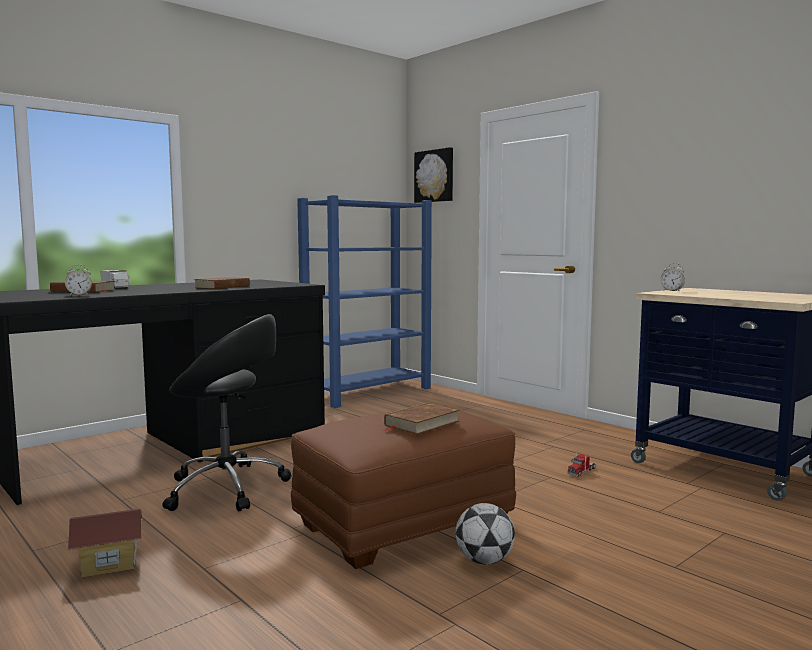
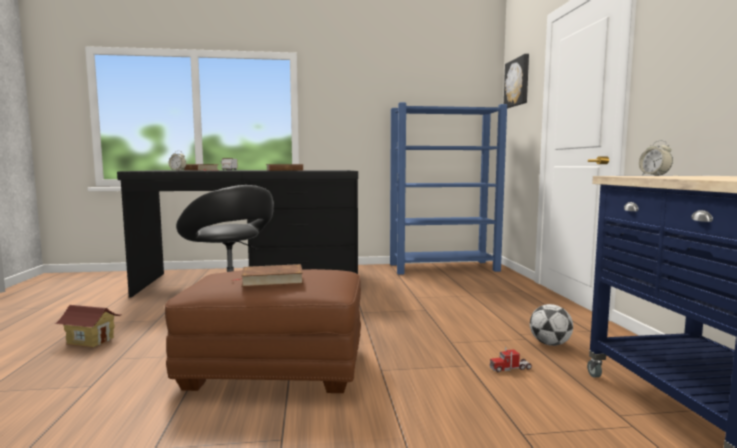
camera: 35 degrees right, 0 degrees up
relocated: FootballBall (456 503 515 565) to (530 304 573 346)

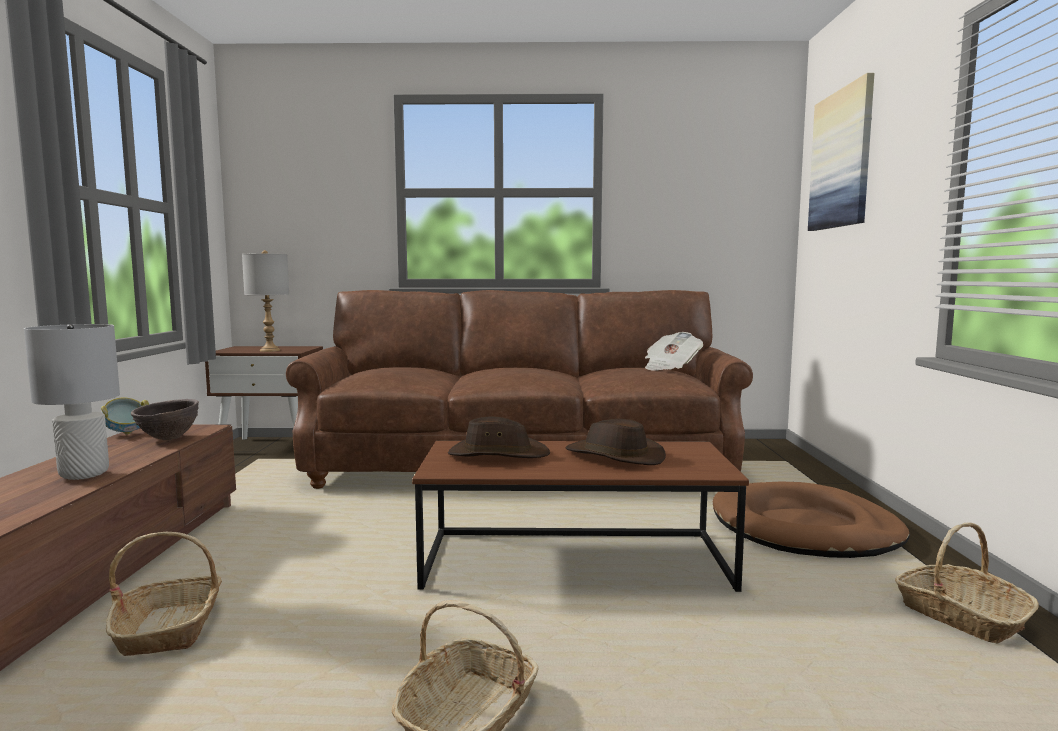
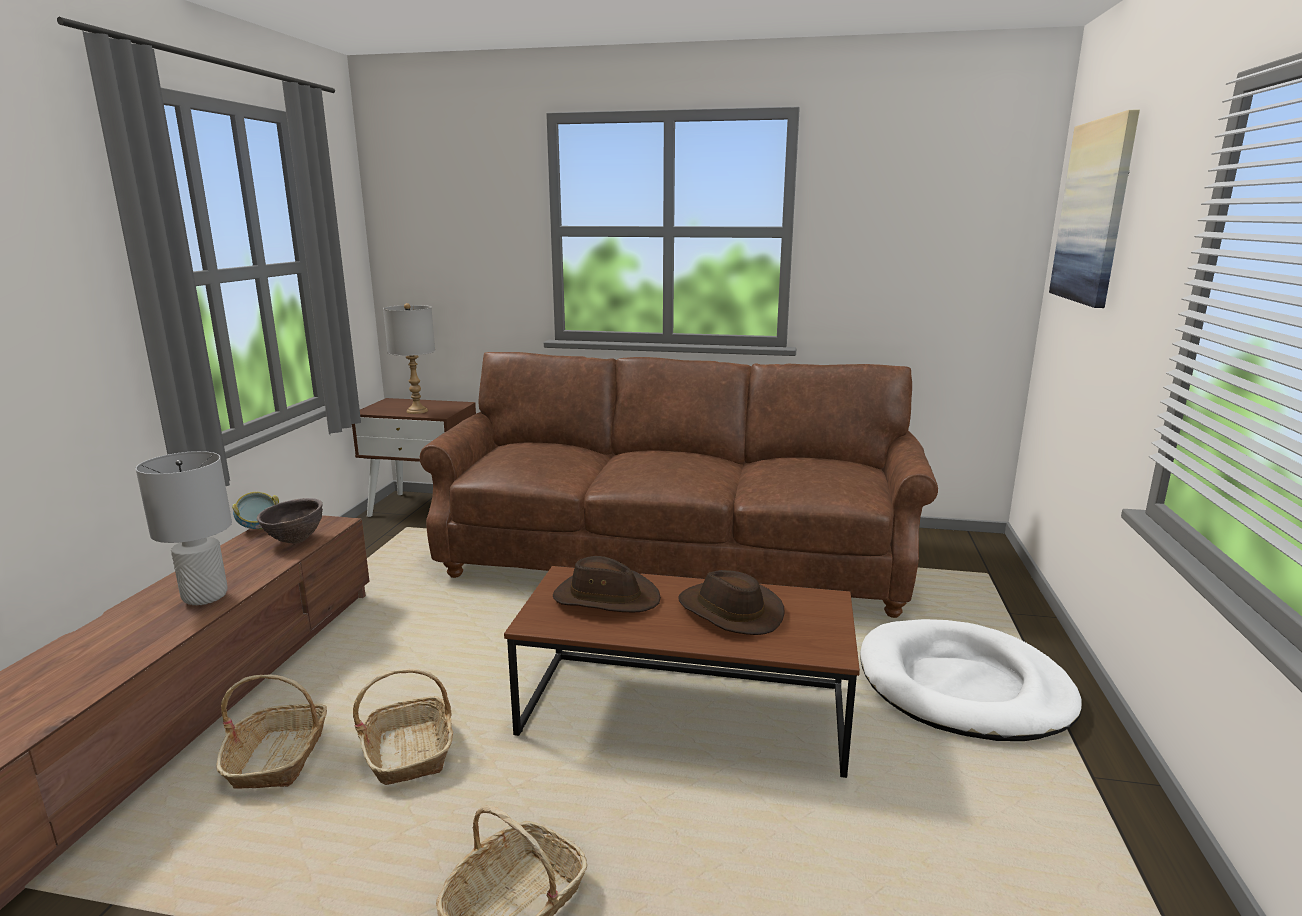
camera: 10 degrees right, 10 degrees up
missing: DailyPaper (645 332 704 371)
relocated: Basket (895 522 1039 644) to (353 669 453 785)
colour: BrownishDogBed (713 481 910 558) to WhiteColouredDogBed (860 619 1082 741)

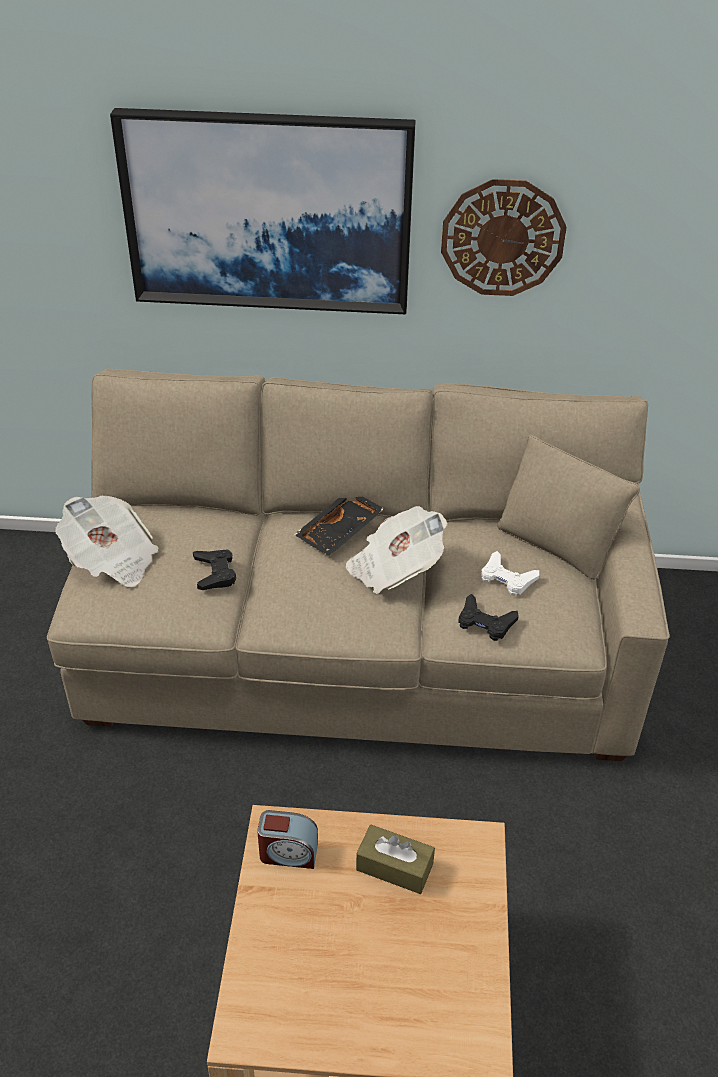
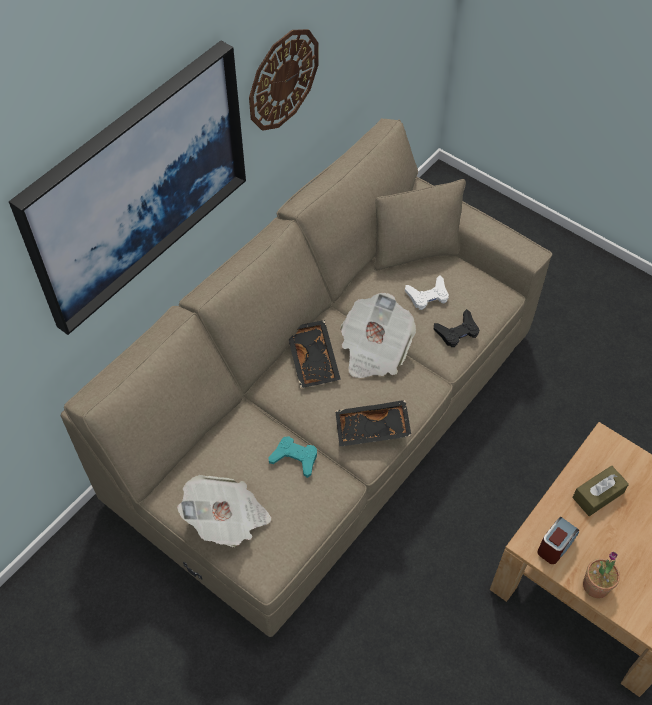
camera: 55 degrees left, 15 degrees up
appeared: BlackColouredServingTray (335 400 411 447); PottedPlant (583 552 620 598)
colour: BlackColouredGamepad (193 549 236 590) to TurquoiseGamepad (268 436 317 478)

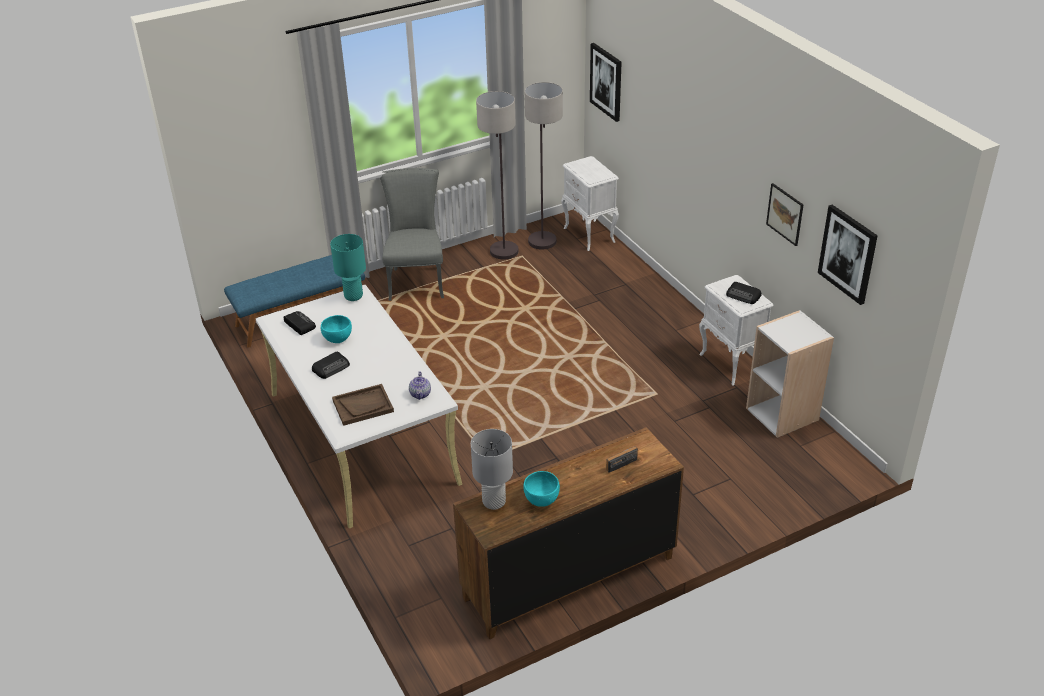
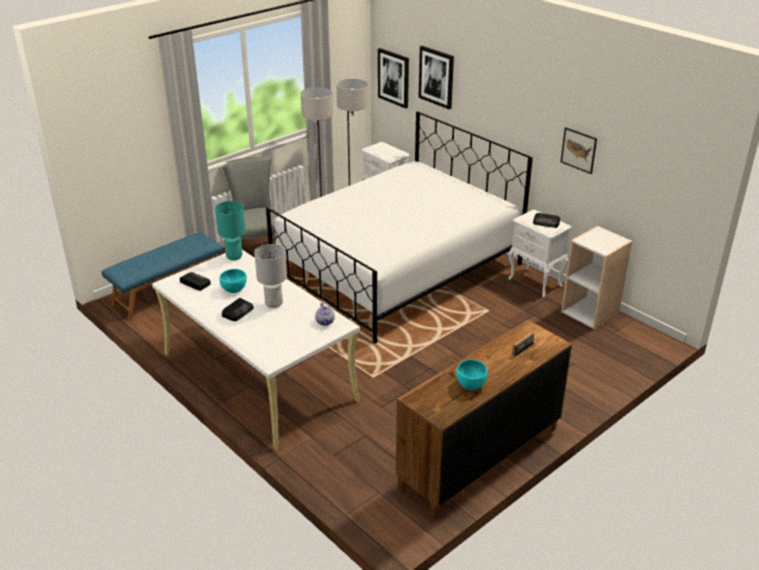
camera: 15 degrees left, 5 degrees down
missing: BrownishServingTray (332 384 394 426)
appeared: WhiteColouredBedroomBed (266 111 533 344)
relocated: WallPicture (818 205 878 305) to (418 46 454 109); GrayLampForATable (471 429 513 510) to (254 244 287 308)

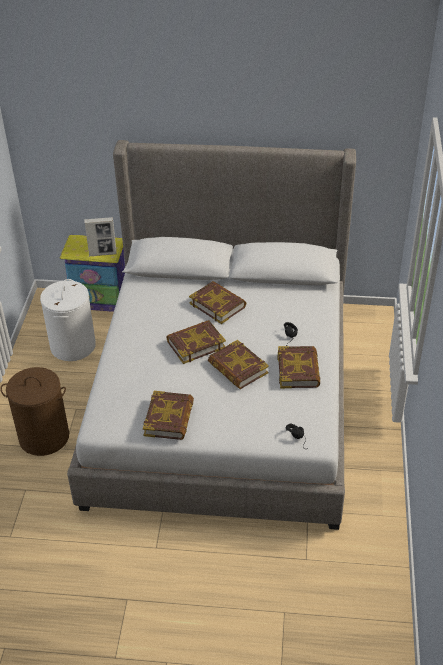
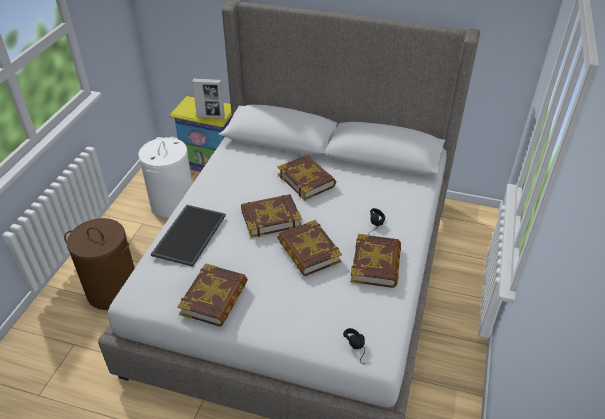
camera: 10 degrees right, 0 degrees up
appeared: ServingTray (151 205 226 267)

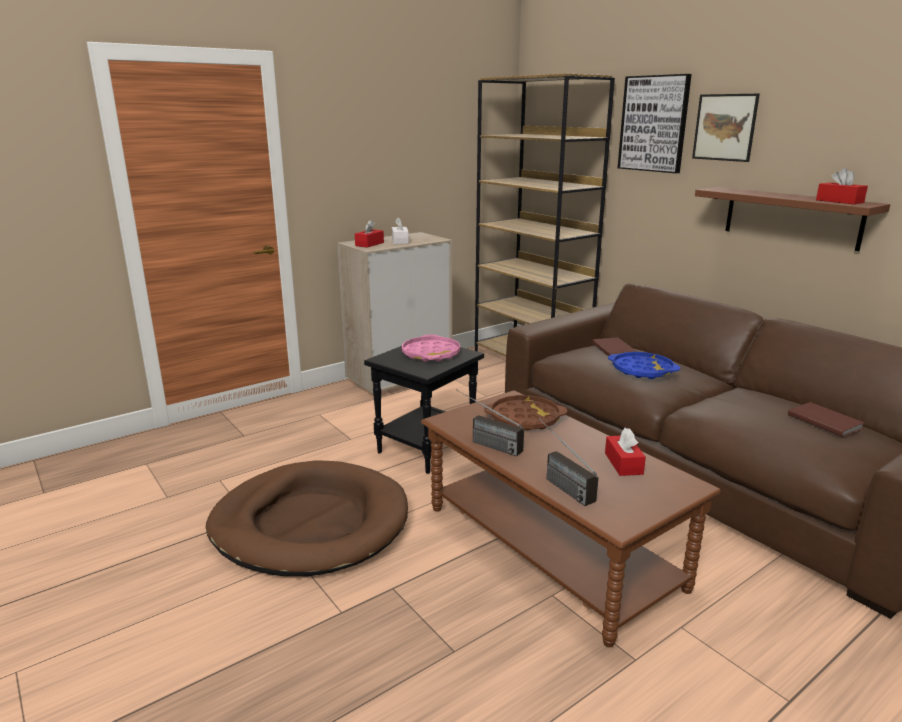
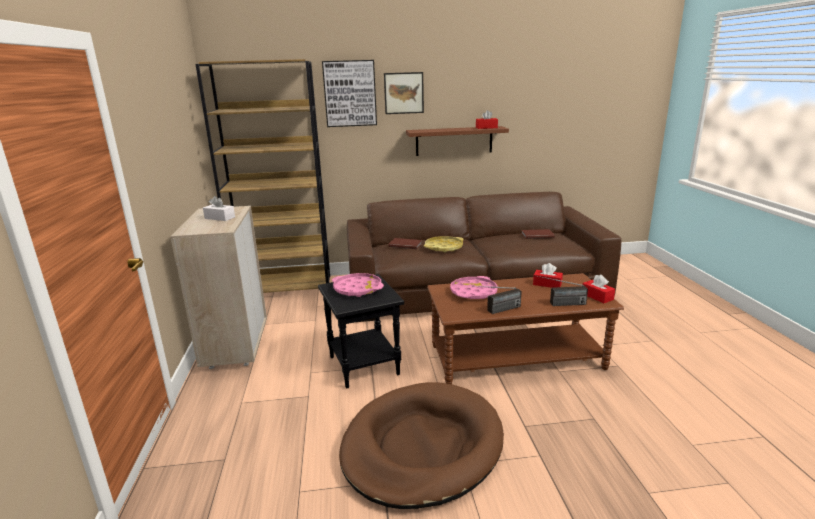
camera: 60 degrees left, 0 degrees up
relocated: ReddishBoxOfTissues (355 220 384 248) to (583 274 615 303)
colour: BlueServingTray (608 352 680 379) to YellowishServingTray (424 236 464 252); BrownishServingTray (484 395 567 430) to PinkServingTray (450 276 498 299)

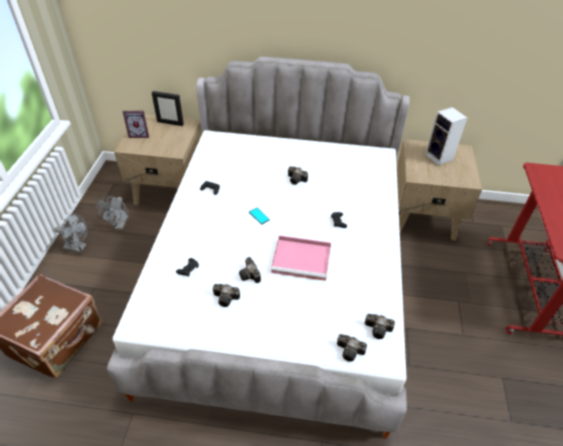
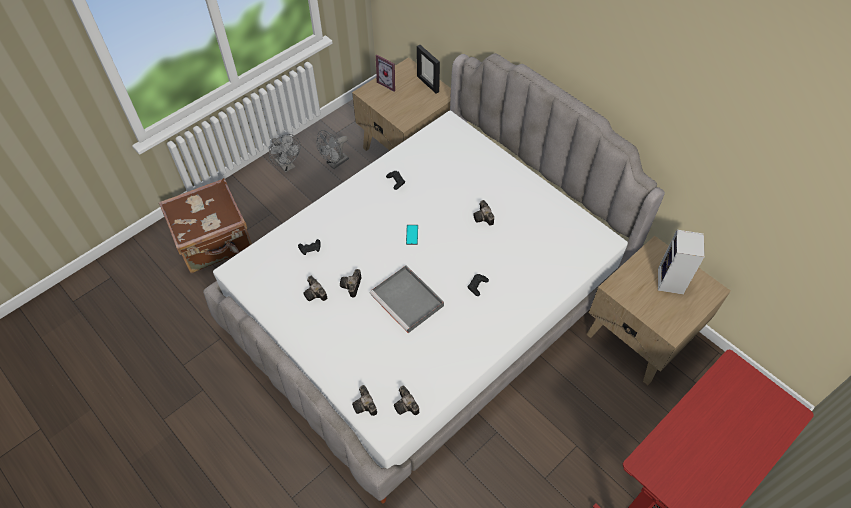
camera: 40 degrees right, 10 degrees up
colour: PinkServingTray (271 235 331 281) to GrayServingTray (370 265 444 333)

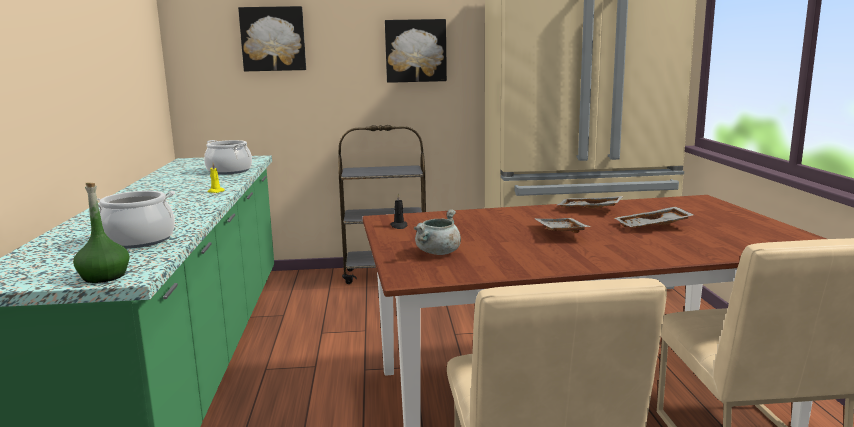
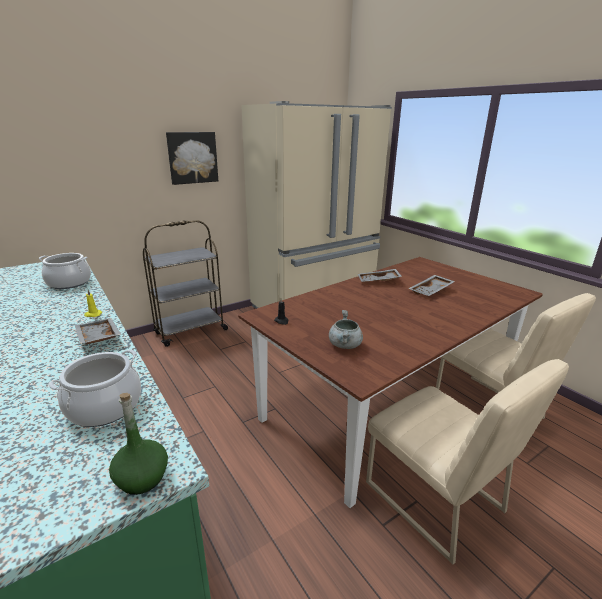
camera: 30 degrees left, 10 degrees up
missing: WallPicture (238 6 306 71)
relocated: GrayServingTray (534 218 591 233) to (75 318 121 344)

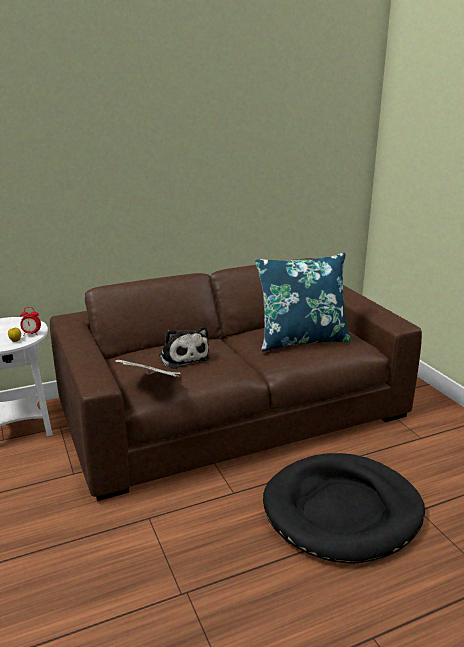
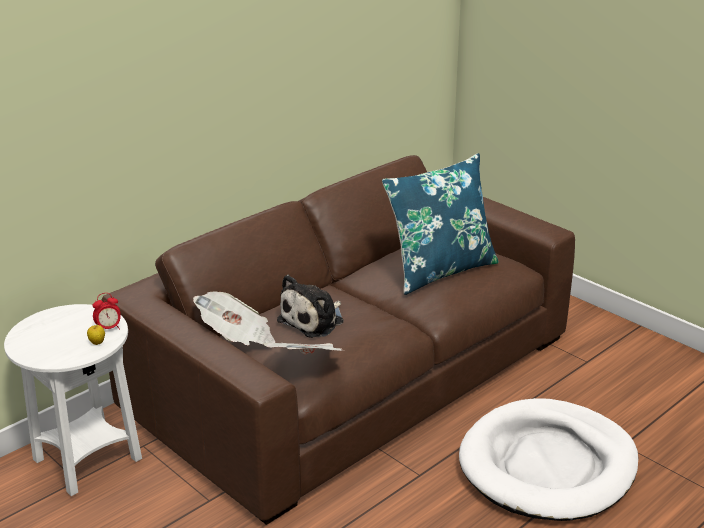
camera: 20 degrees left, 5 degrees up
appeared: DailyPaper (193 292 275 345)
colour: BlackColouredDogBed (263 453 425 564) to WhiteColouredDogBed (459 398 638 521)
spun: SoftToy (159 326 210 369) = (277 275 344 338) 90 degrees clockwise

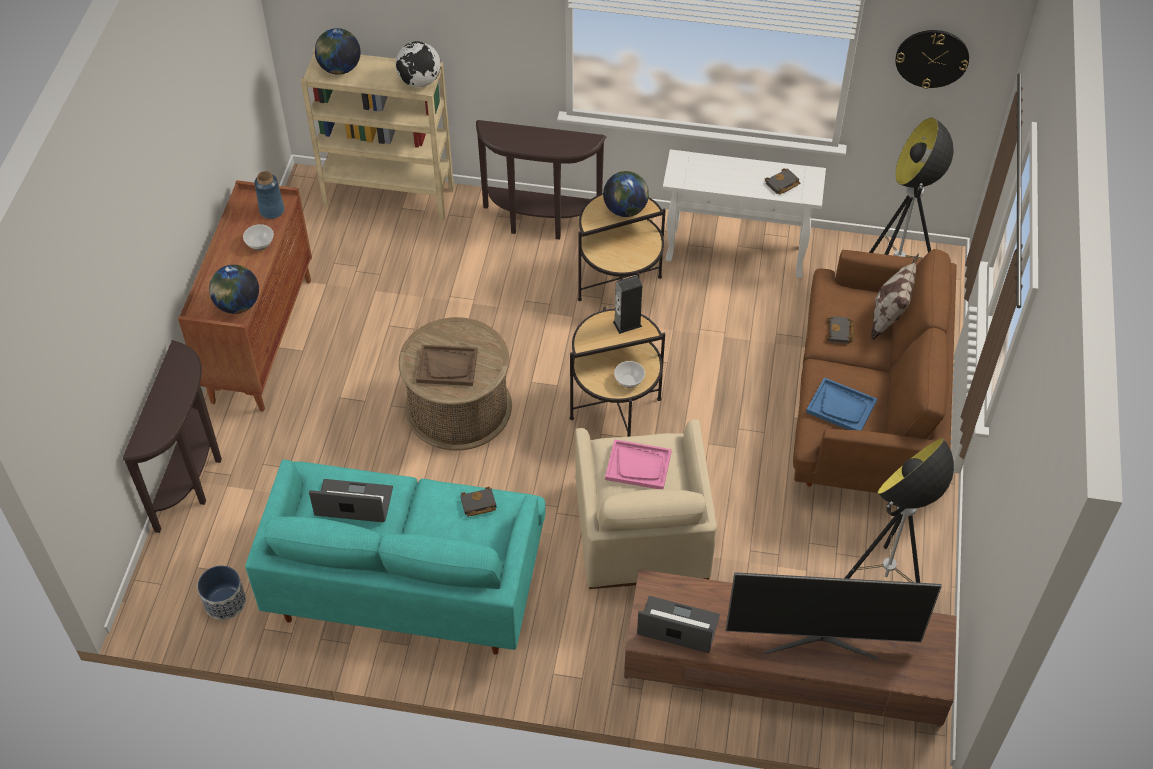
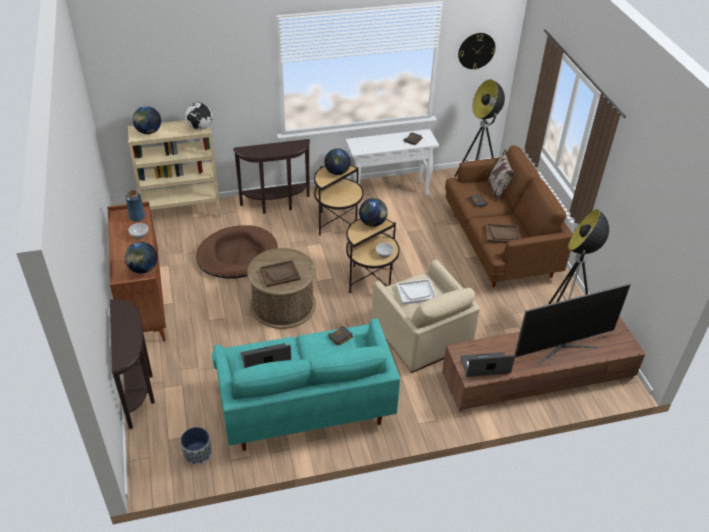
camera: 25 degrees left, 10 degrees down
appeared: BrownishDogBed (196 225 278 279)
exchanged: Loudspeaker (613 275 642 334) to Globe (359 198 388 227)
colour: BlueServingTray (806 377 877 431) to BrownishServingTray (485 223 520 244); PinkServingTray (605 439 672 489) to WhiteColouredServingTray (396 279 436 305)

